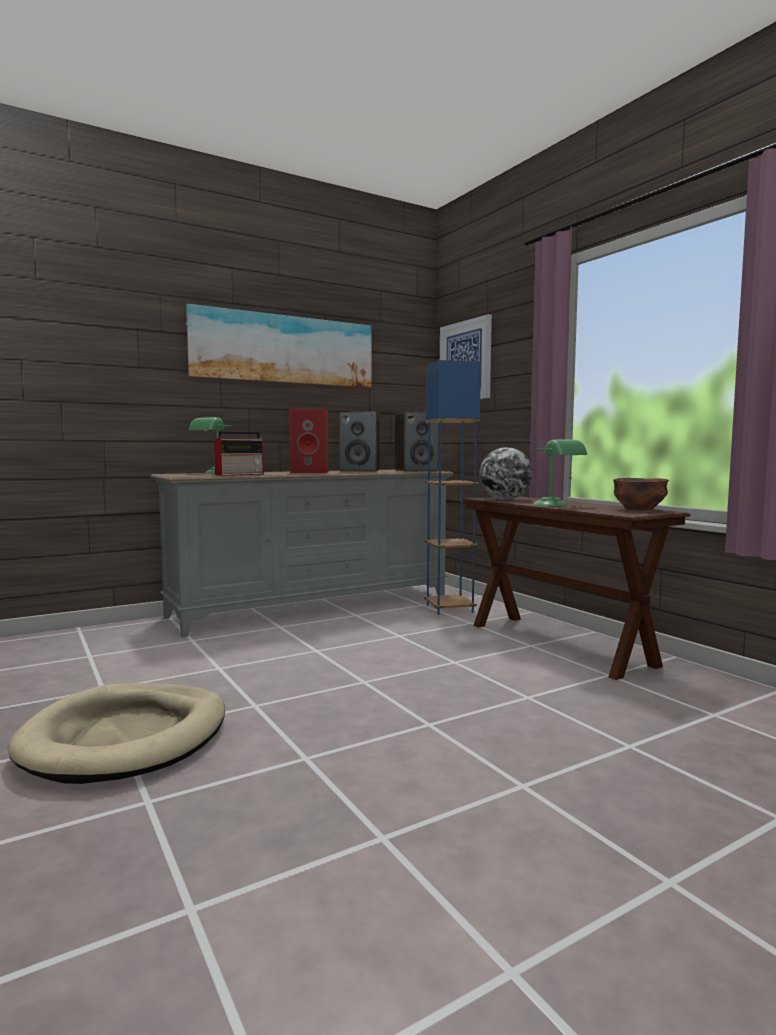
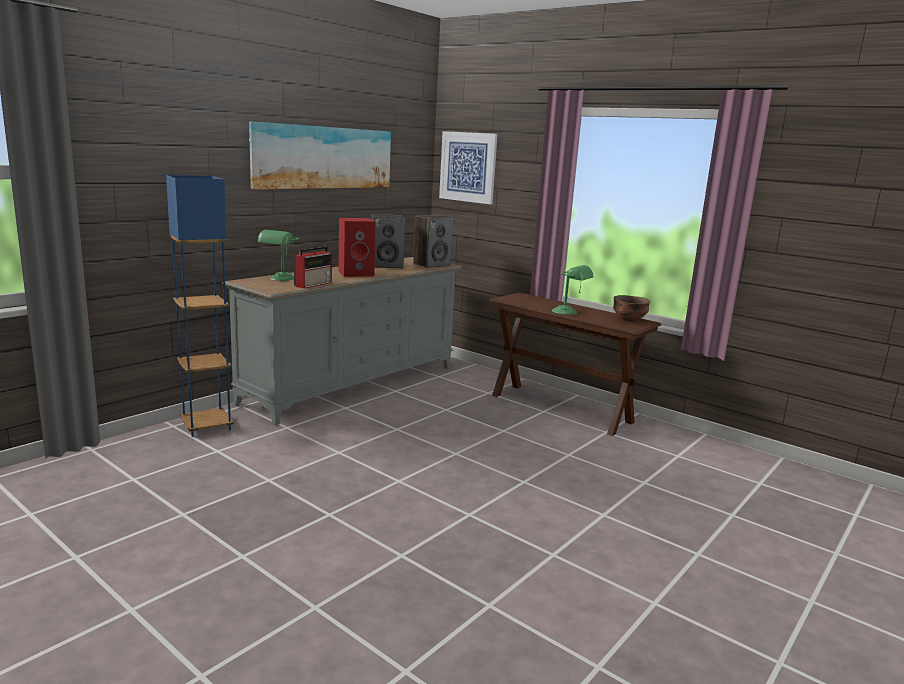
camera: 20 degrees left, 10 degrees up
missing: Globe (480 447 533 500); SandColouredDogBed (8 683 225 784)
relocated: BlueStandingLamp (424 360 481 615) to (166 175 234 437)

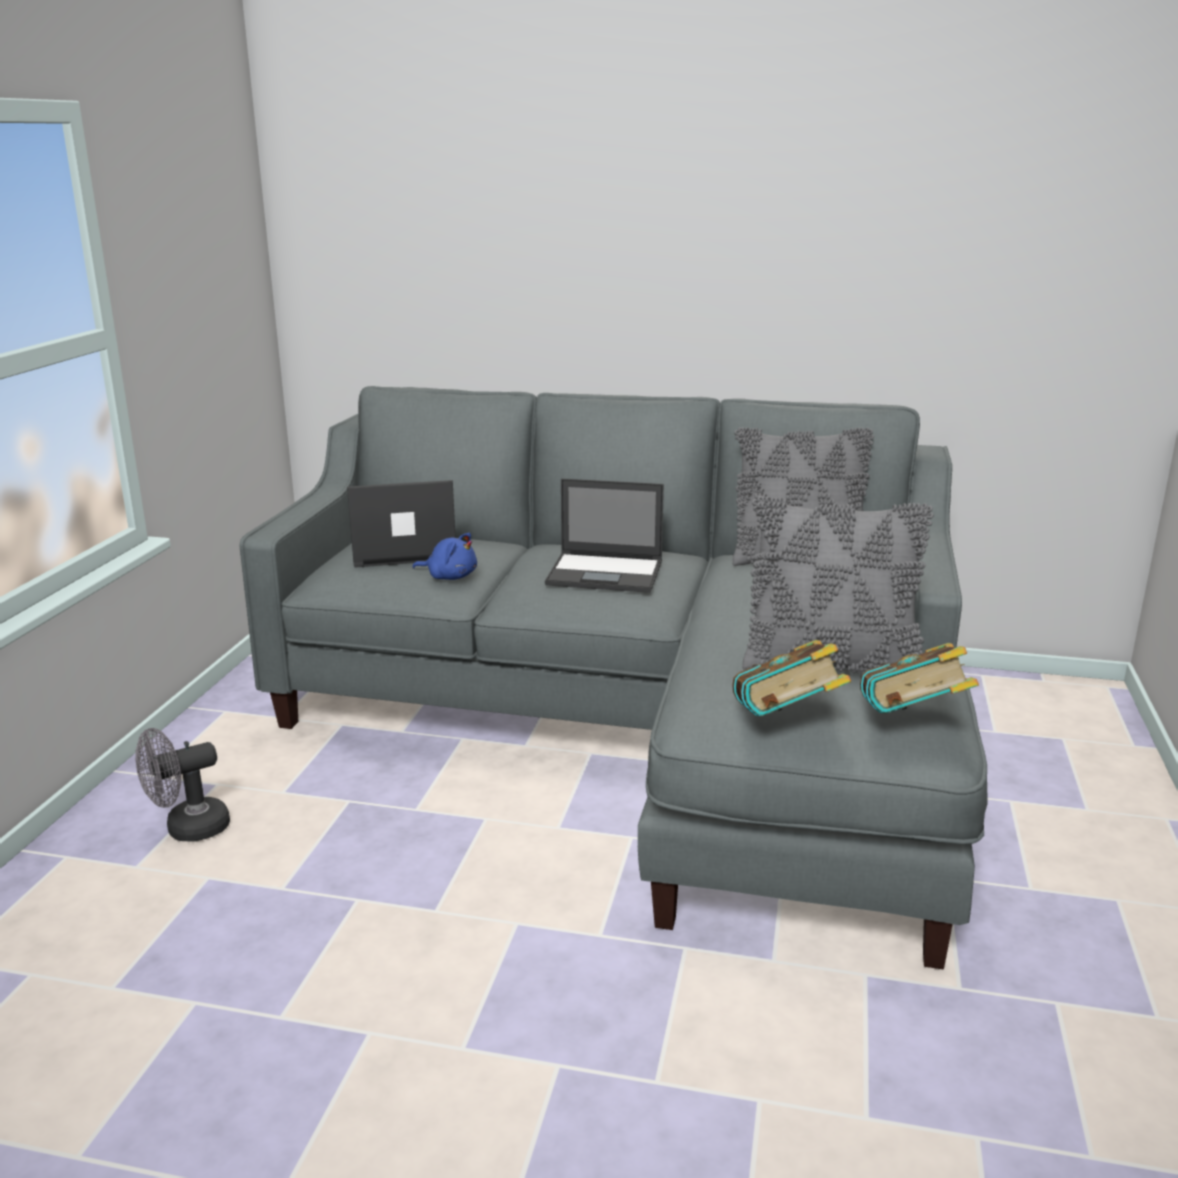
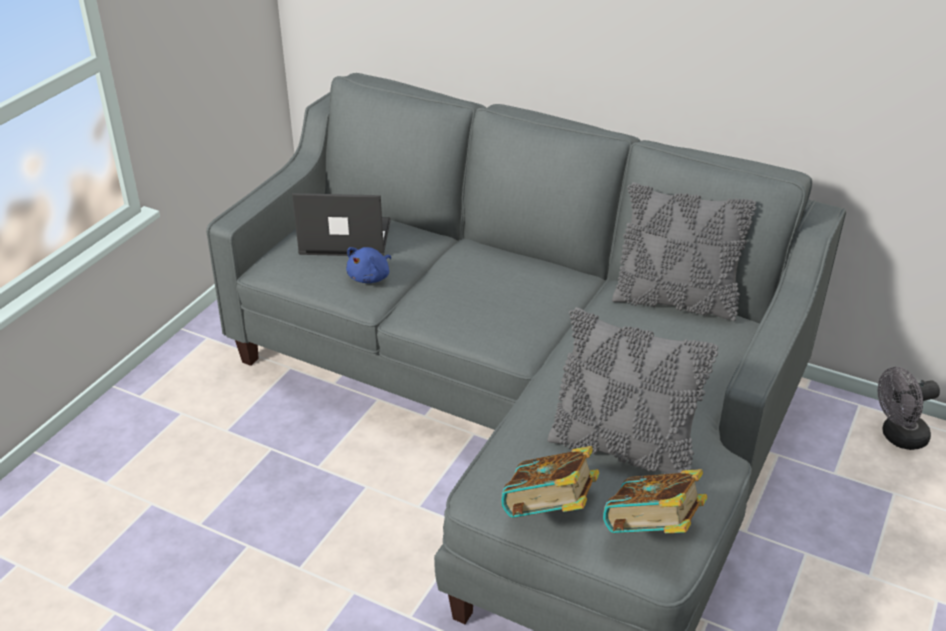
camera: 15 degrees right, 15 degrees up
missing: PortableComputer (545 478 664 593)
relocated: GrayCoolingFan (135 728 230 842) to (878 367 940 450)
spun: BlueSoftToy (412 533 477 580) = (346 247 391 283) 90 degrees clockwise

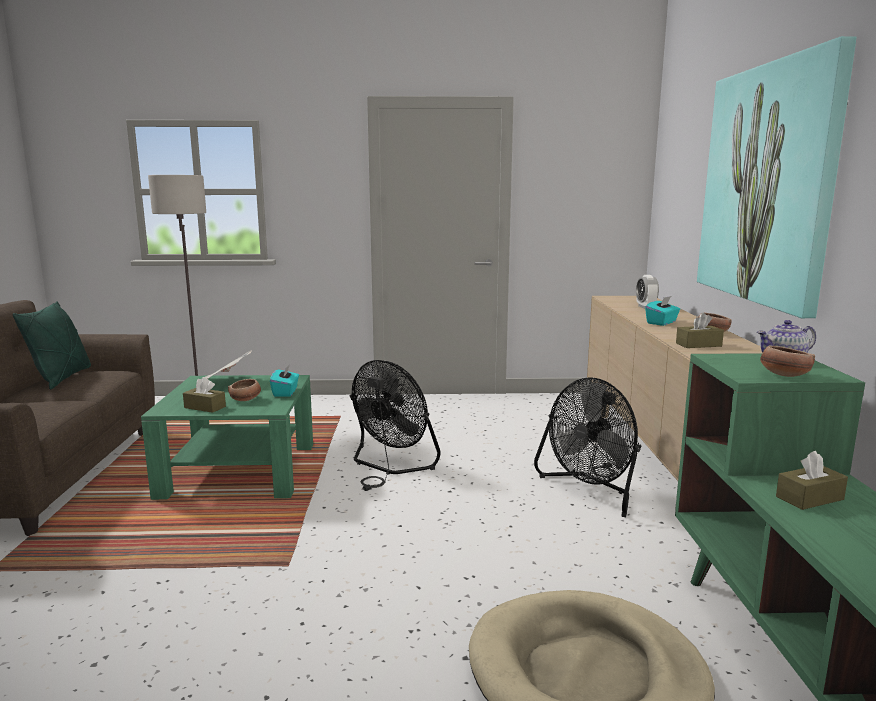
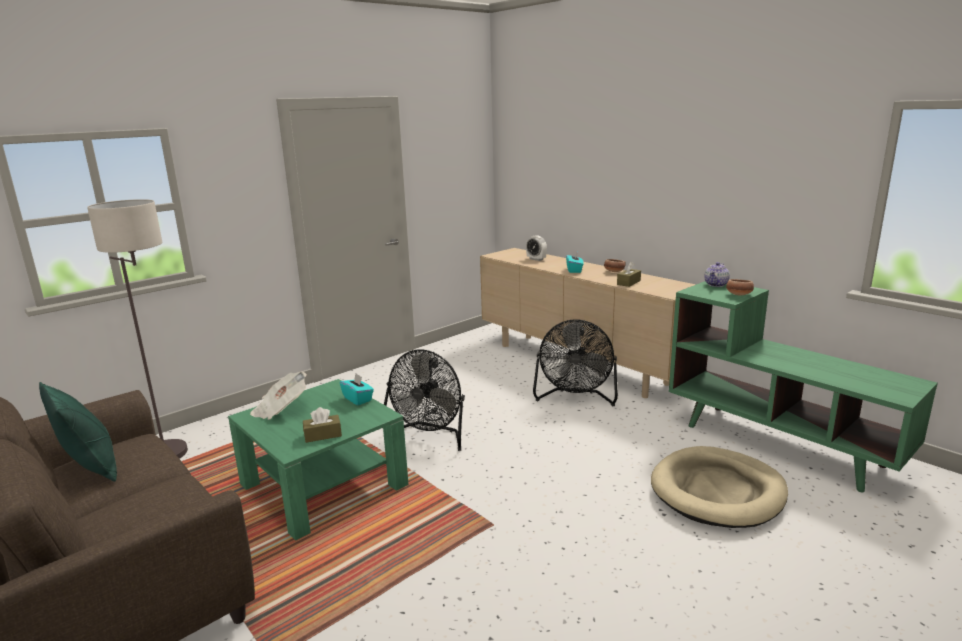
camera: 40 degrees left, 5 degrees up
missing: WallPicture (697 36 857 318); DeepDish (228 379 261 401); BrownishBoxOfTissues (776 451 848 510)
spun: BlackColouredCoolingFan (350 360 440 491) = (384 349 465 451) 150 degrees counterclockwise

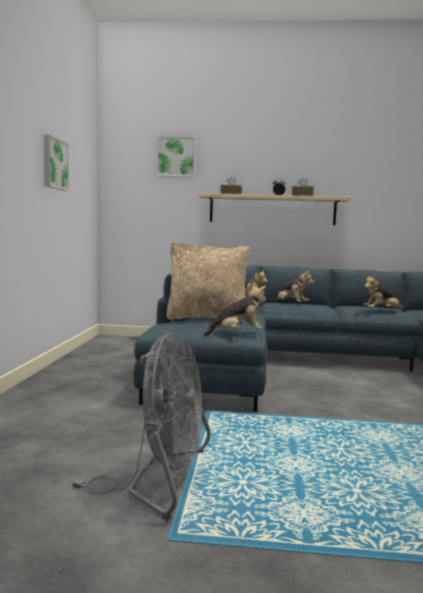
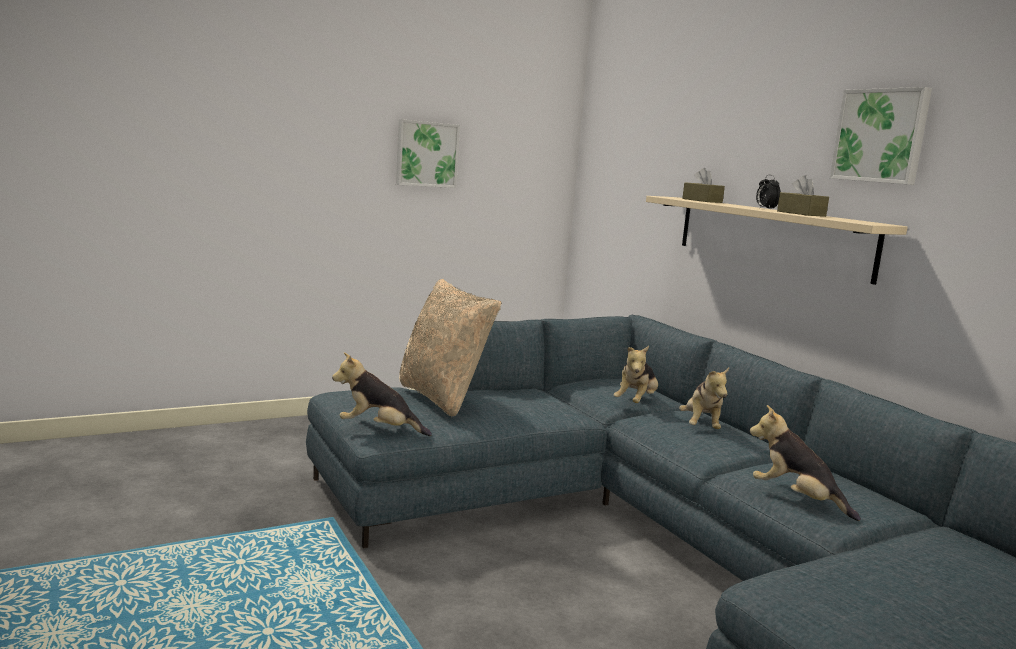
camera: 55 degrees right, 5 degrees up
missing: GrayCoolingFan (73 333 211 521)
relocated: WallPicture (157 136 196 177) to (830 87 932 185)
spun: SoftToy (203 283 266 336) = (332 352 432 436) 150 degrees clockwise

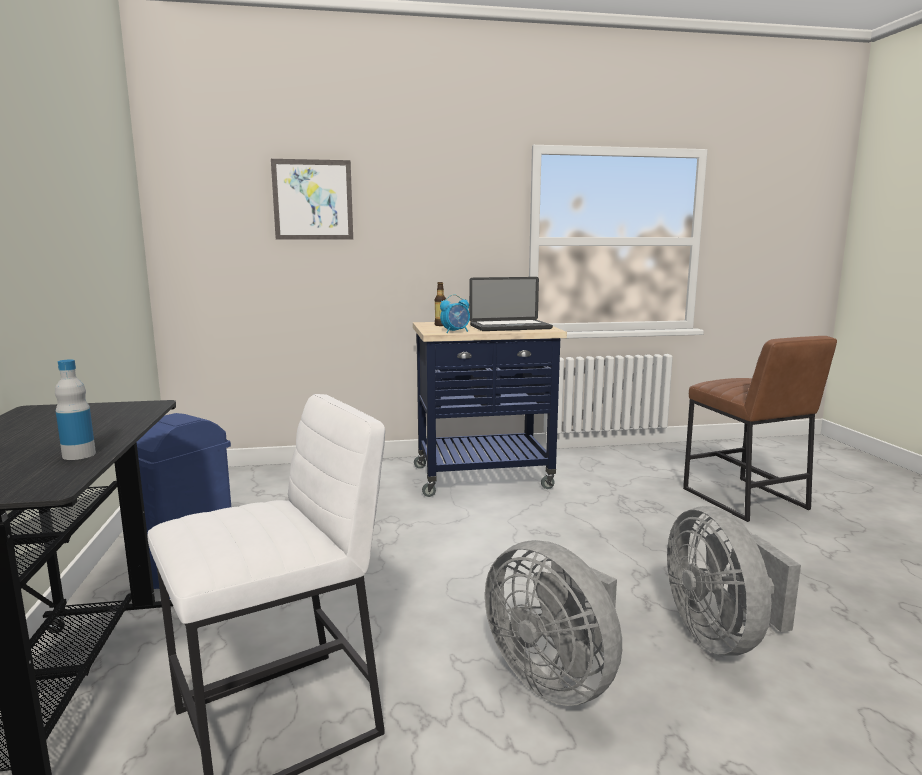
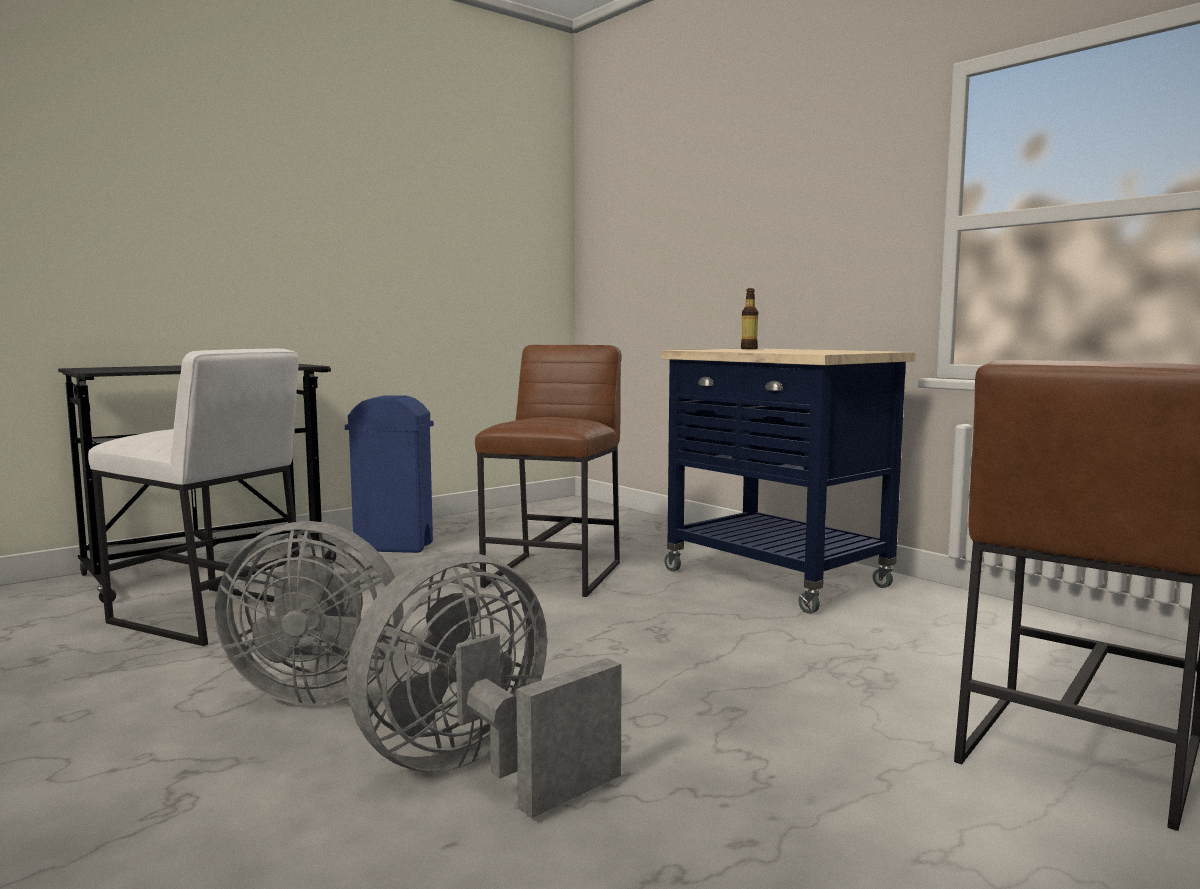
camera: 60 degrees right, 5 degrees down
missing: WallPicture (271 159 353 239); PortableComputer (469 277 553 331); TableClock (440 294 470 333); BeverageBottle (55 360 96 460)
appeared: BrownishPlainChair (475 345 621 597)
spun: GrayCoolingFan (485 540 622 706) = (215 521 404 705) 105 degrees counterclockwise

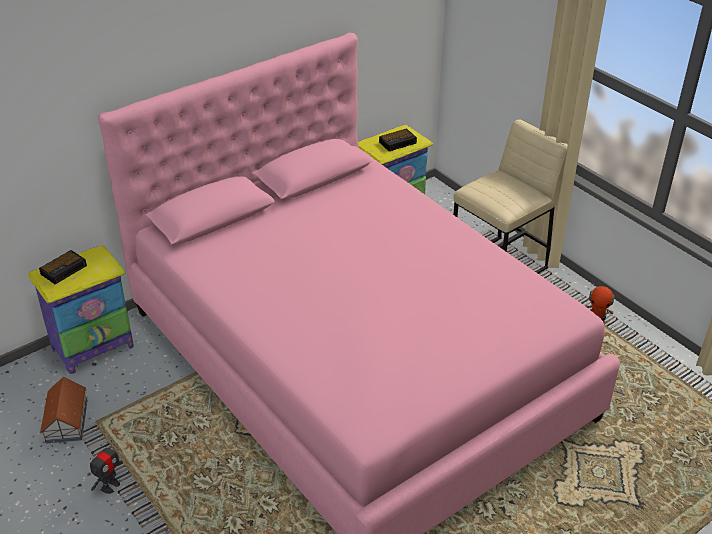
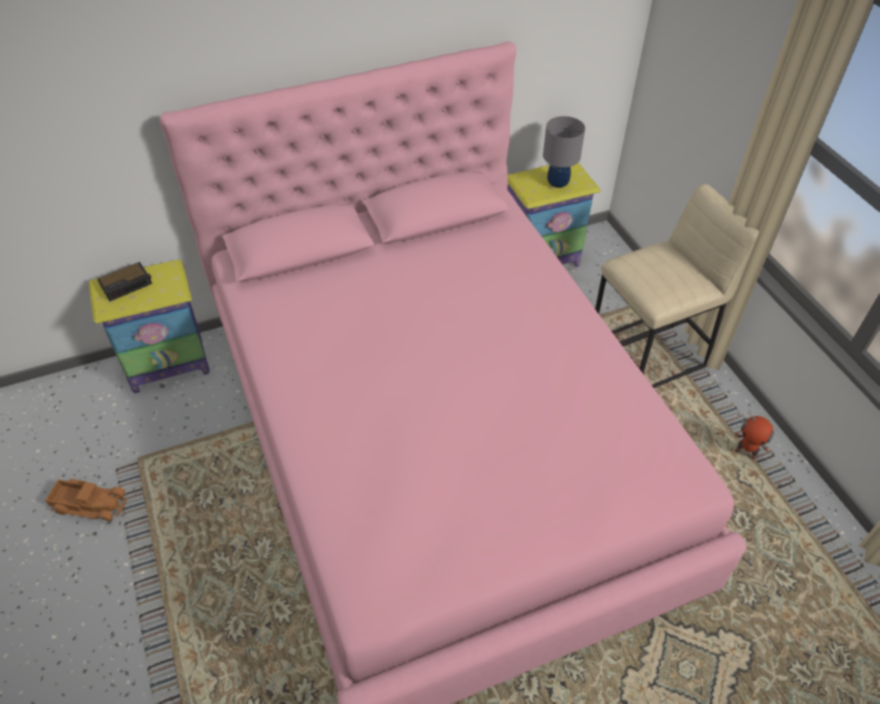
camera: 15 degrees right, 10 degrees up
missing: ToyHouse (40 377 87 444); ModelRobot (90 440 123 494)
appeared: ToyTruck (45 479 127 521)
exchanged: TableClock (379 128 417 151) to GrayLampForATable (543 116 585 188)

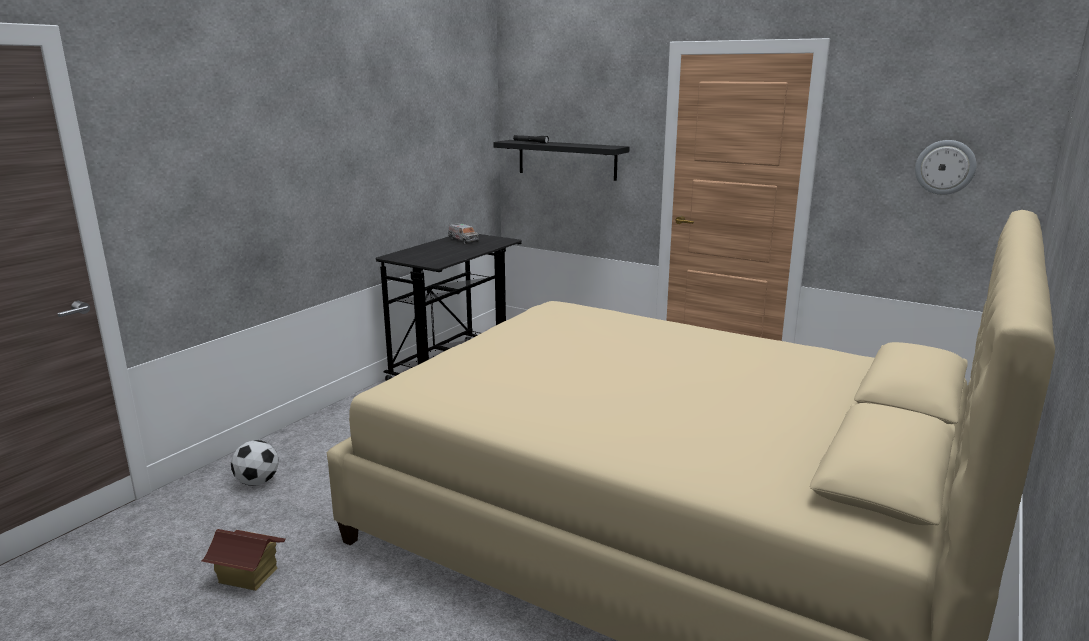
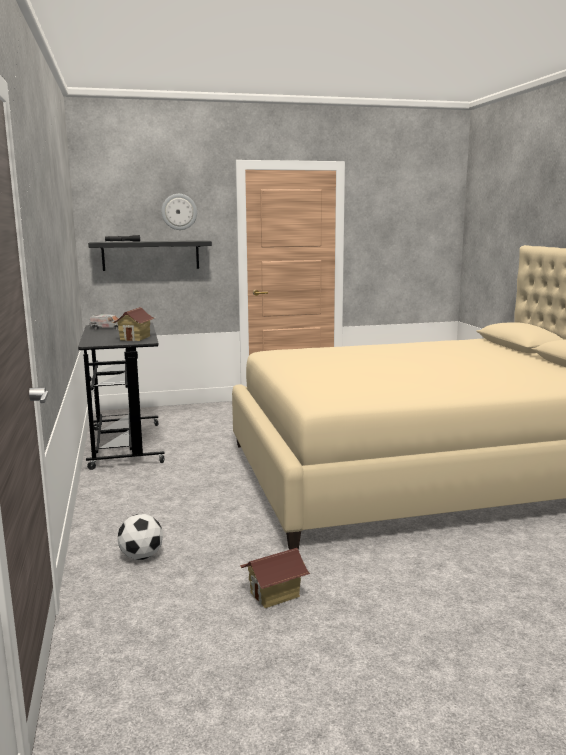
camera: 45 degrees left, 5 degrees down
appeared: ToyHouse (112 307 154 341)
relocated: ClockOnTheWall (915 140 977 195) to (161 194 197 230)

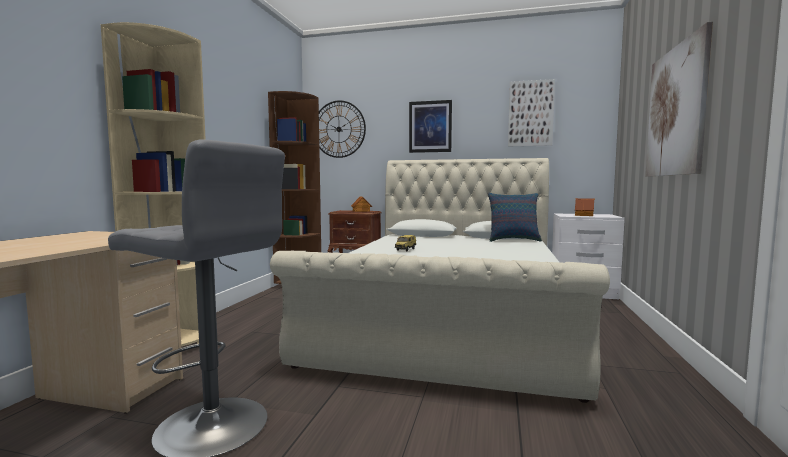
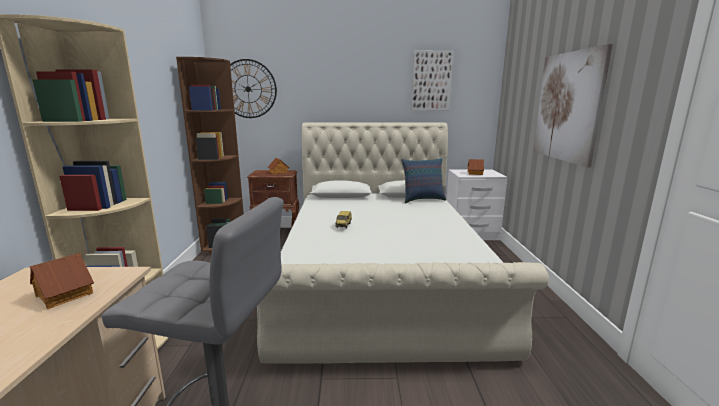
camera: 15 degrees left, 10 degrees up
missing: WallPicture (409 100 452 153)
appeared: ToyHouse (30 253 94 309)

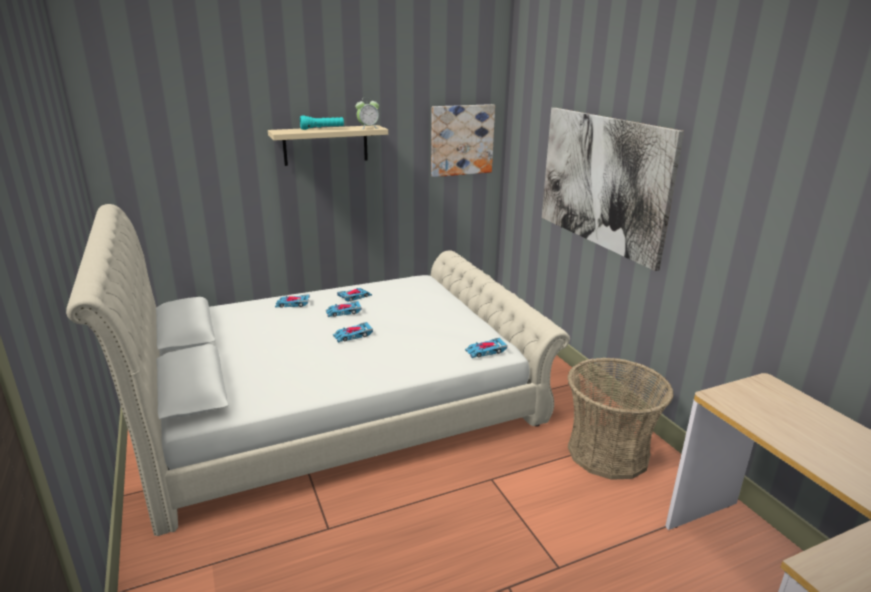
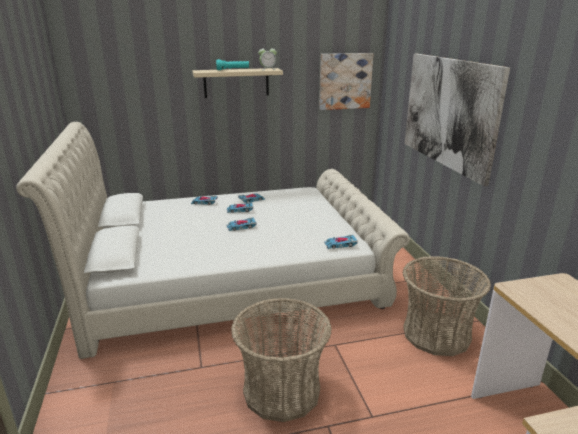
camera: 10 degrees right, 0 degrees up
appeared: Basket (231 298 332 422)

